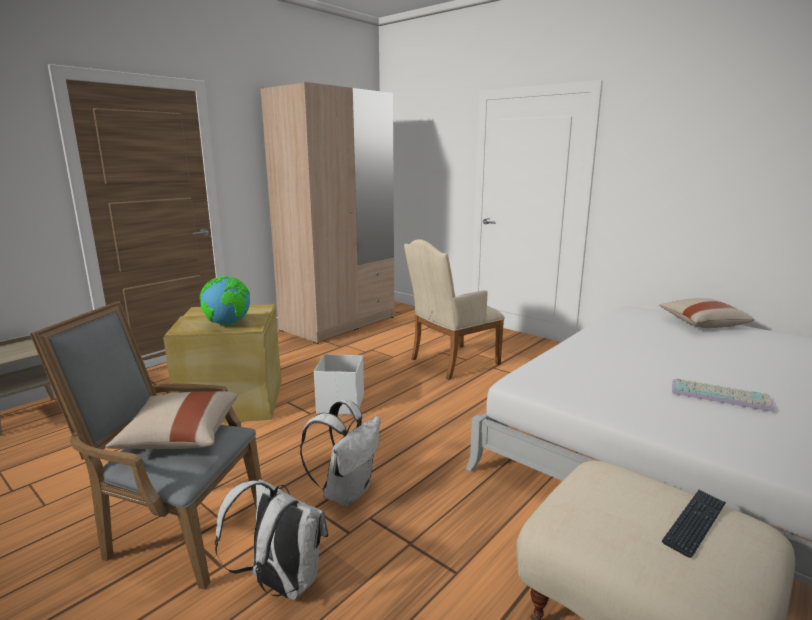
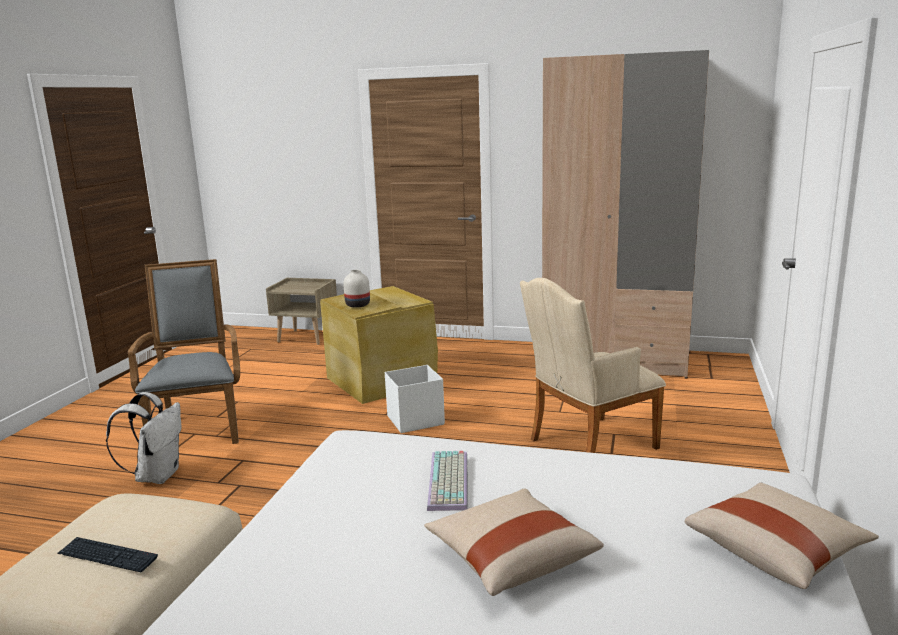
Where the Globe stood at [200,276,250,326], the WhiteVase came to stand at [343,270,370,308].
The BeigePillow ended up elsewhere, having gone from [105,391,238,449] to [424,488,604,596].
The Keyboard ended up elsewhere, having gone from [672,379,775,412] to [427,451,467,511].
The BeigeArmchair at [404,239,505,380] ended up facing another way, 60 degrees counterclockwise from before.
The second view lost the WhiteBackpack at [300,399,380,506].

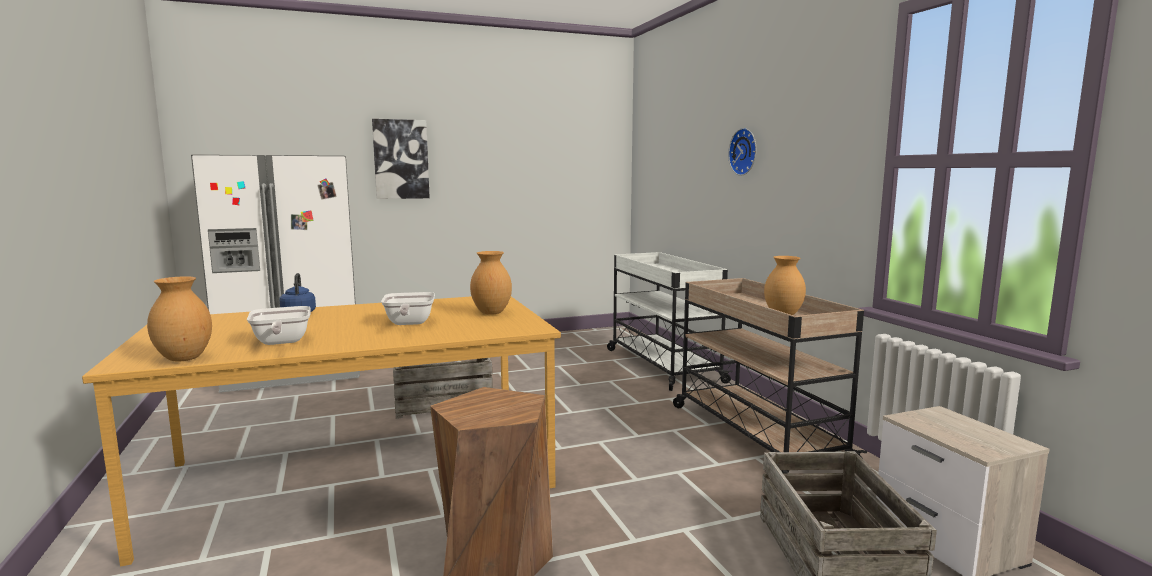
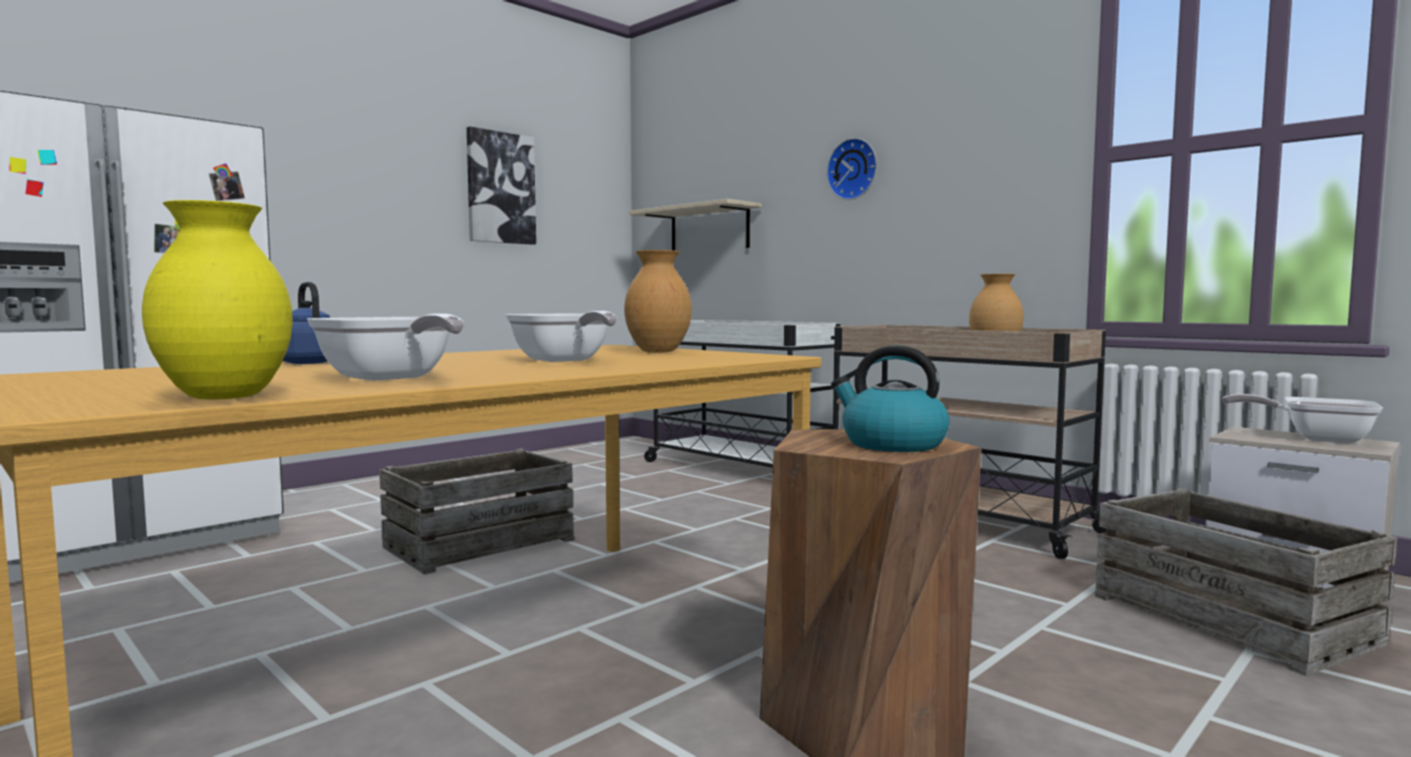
What was the BrownVase at [147,276,212,362] turned into the YellowVase at [142,200,293,399].
The Picture ended up elsewhere, having gone from [372,119,430,199] to [467,127,536,245].
The second view gained the BeigeShelf at [628,199,762,251].
The second view gained the Kettle at [831,346,950,452].
The second view gained the FryingPan at [1223,394,1383,443].

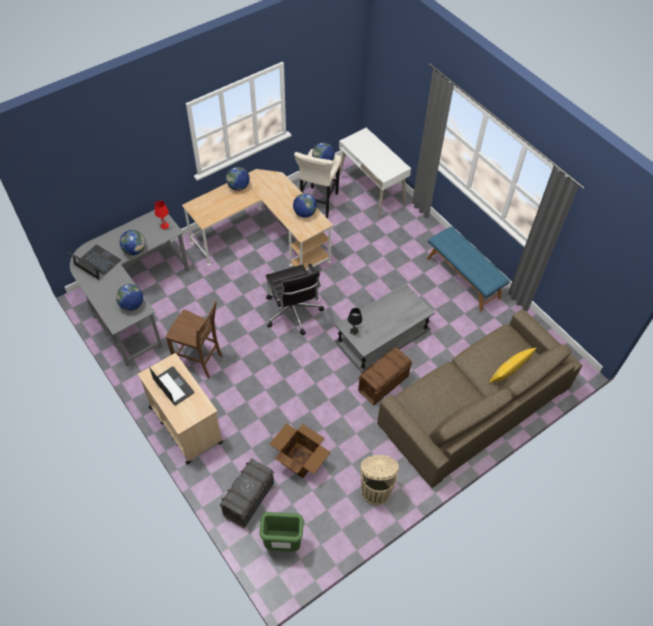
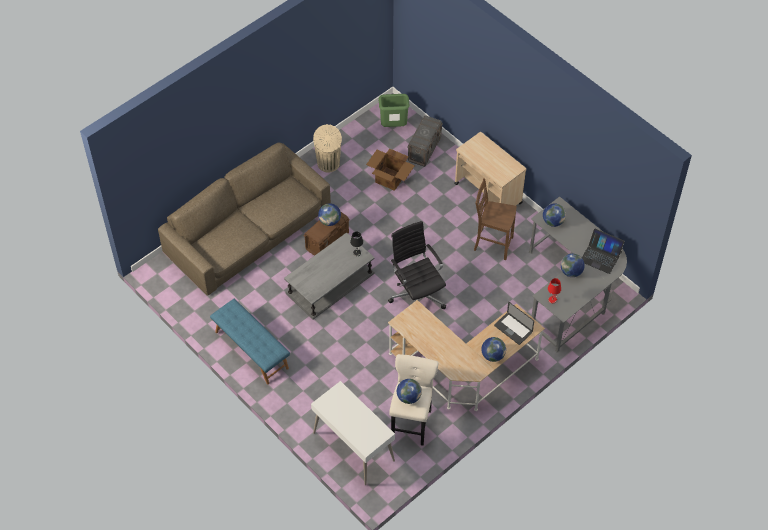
The Globe ended up elsewhere, having gone from [293,193,317,218] to [318,203,341,226].
The Laptop ended up elsewhere, having gone from [149,366,194,405] to [494,302,534,345].
The second view lost the YellowPillow at [489,348,536,383].

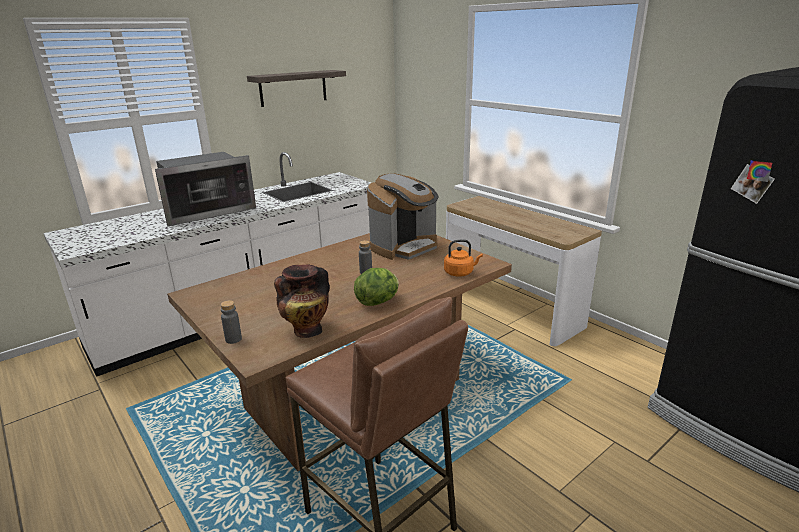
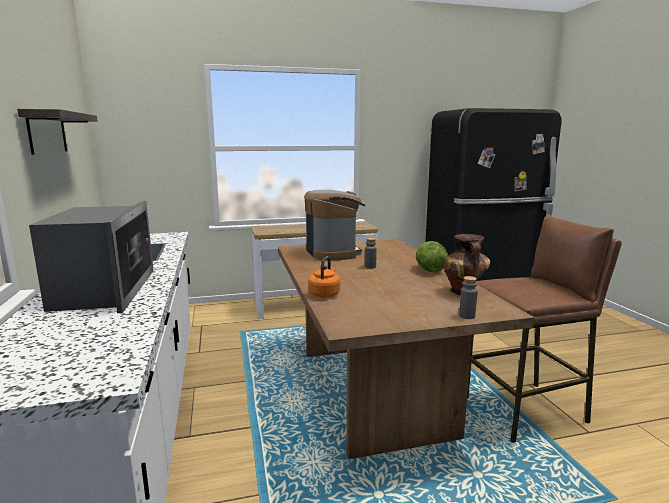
The OrangeKettle ended up elsewhere, having gone from [444,240,483,277] to [308,256,340,297].

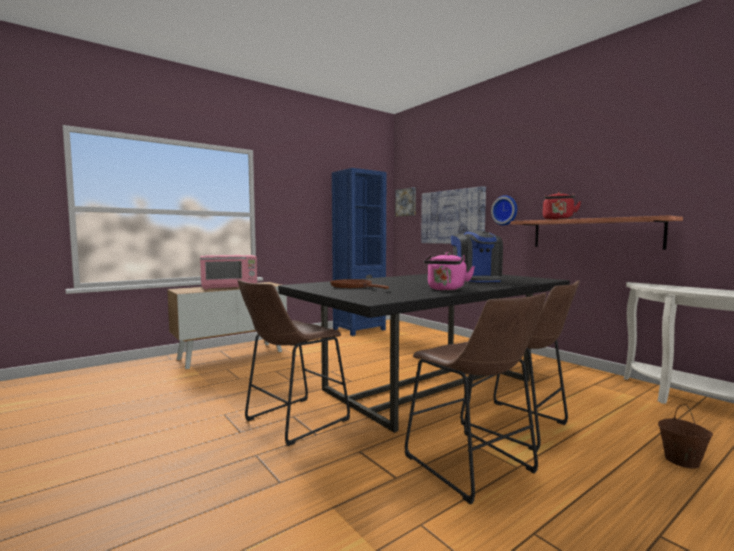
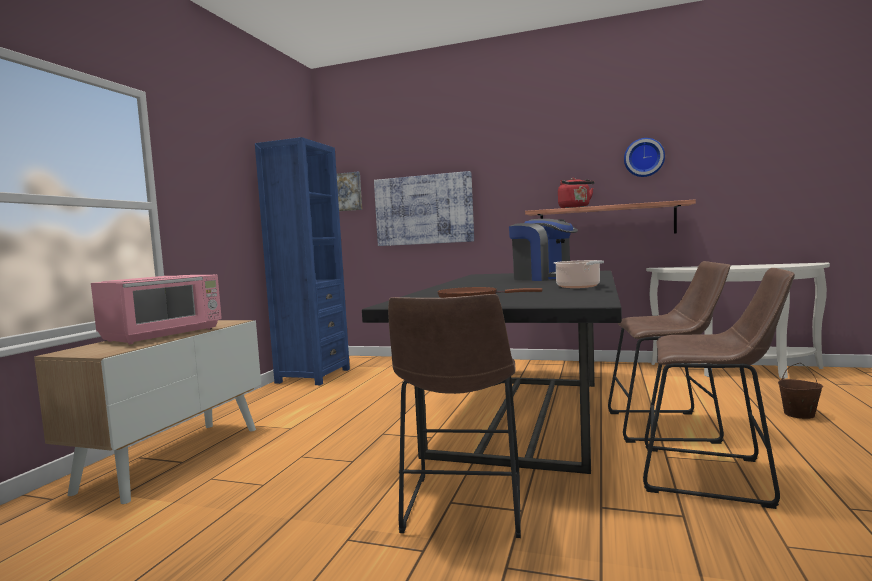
Where the PinkKettle stood at [424,252,475,291], the CookingPot came to stand at [554,260,604,288].
The WallClock ended up elsewhere, having gone from [491,195,517,225] to [624,138,665,177].

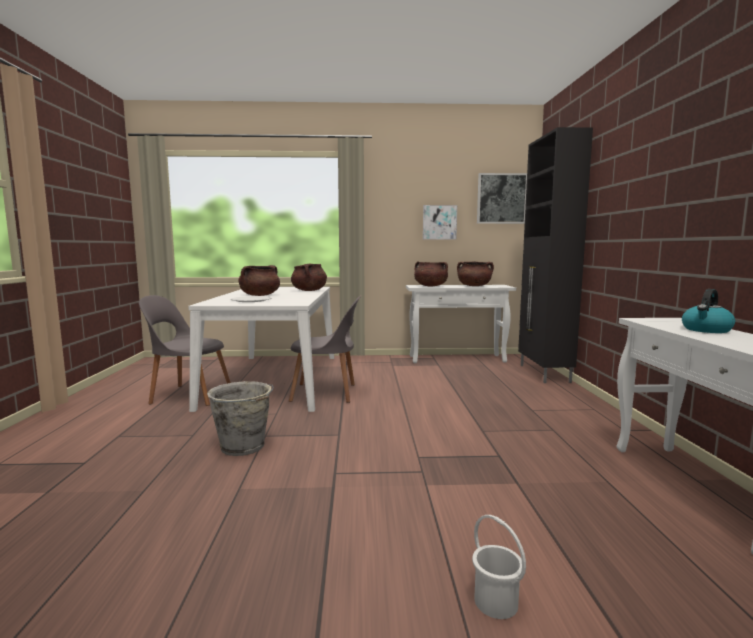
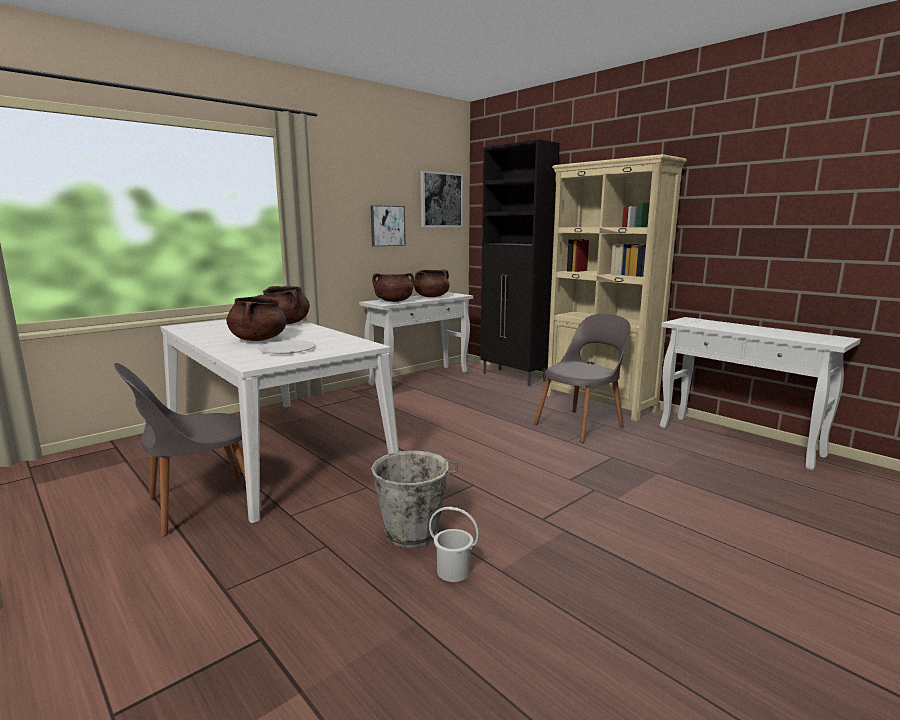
The WhiteBucket ended up elsewhere, having gone from [472,515,526,619] to [429,507,479,582].
The GreyChair ended up elsewhere, having gone from [289,295,361,403] to [534,314,631,443].
The second view gained the BeigeBookcase at [547,154,687,421].
The second view lost the Kettle at [682,289,735,333].

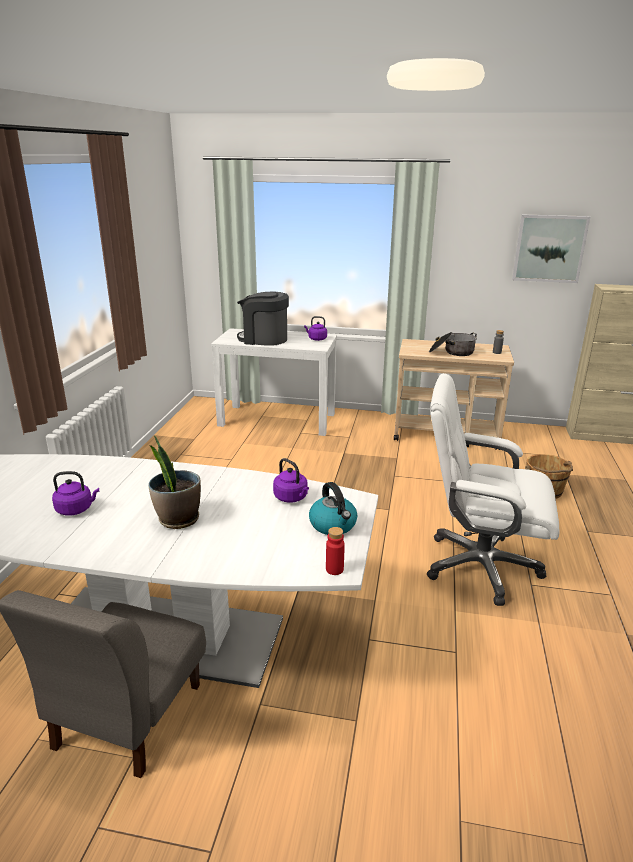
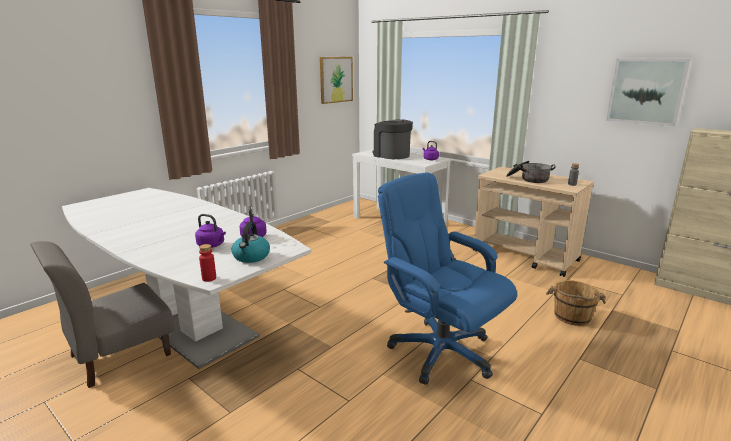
The PurpleKettle ended up elsewhere, having gone from [52,471,99,516] to [195,214,226,248].
The second view gained the Picture at [320,57,353,104].
What was the WhiteOfficeChair at [427,373,560,606] turned into the BlueOfficeChair at [378,172,517,385].
The second view lost the PottedPlant at [148,436,201,529].

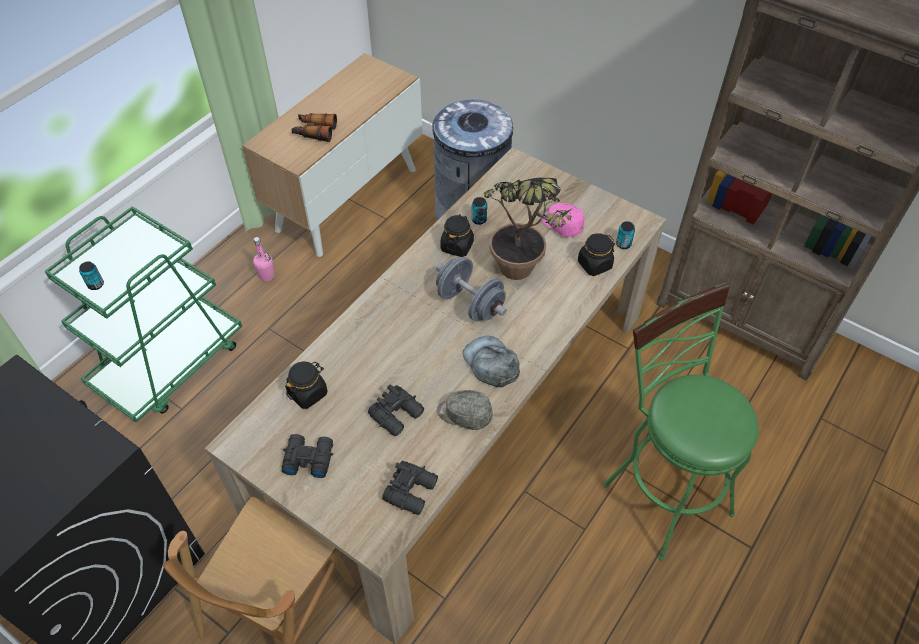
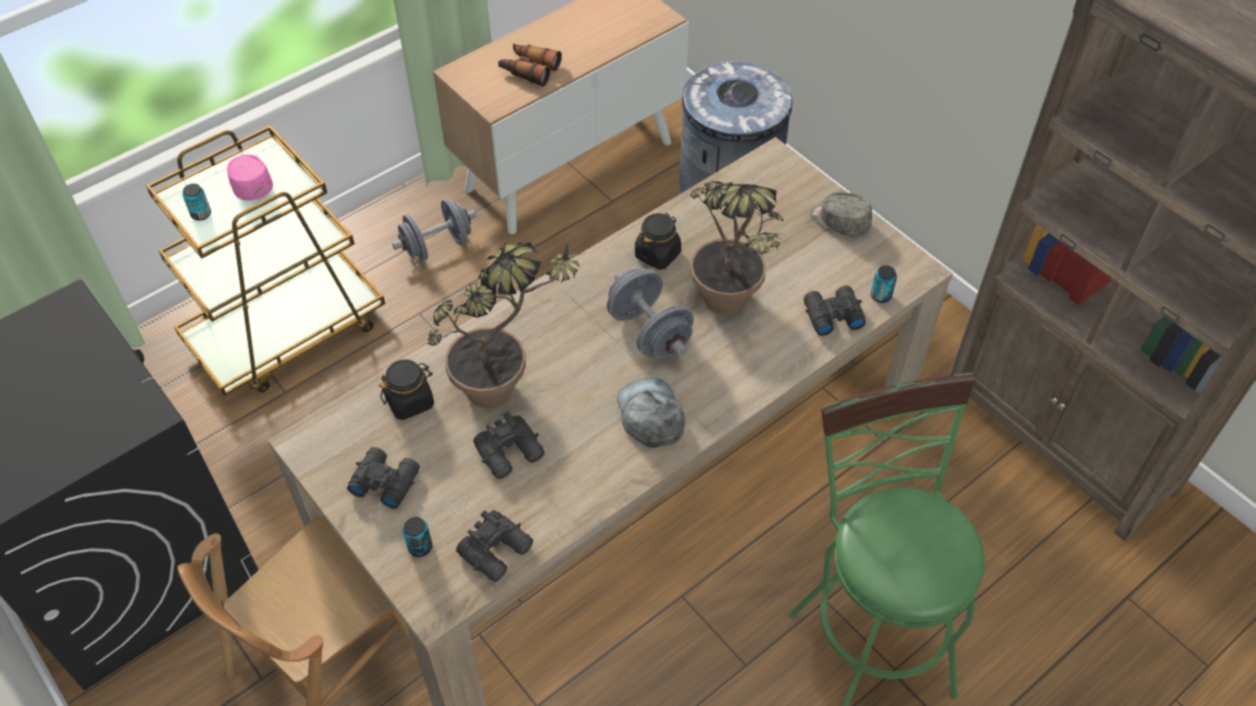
What was the GreenCart at [45,206,242,423] turned into the BrownCart at [146,125,385,396].
The PinkCap ended up elsewhere, having gone from [542,203,585,237] to [227,154,273,201].
Where the PinkBottle stood at [253,237,275,281], the GreyDumbbell came to stand at [392,199,476,261].
The Can ended up elsewhere, having gone from [472,197,487,225] to [403,517,432,557].
The second view gained the PottedPlant at [427,242,590,408].
Where the BlackJar stood at [578,233,615,276], the BlackBinoculars came to stand at [804,286,866,336].
The GreyCap ended up elsewhere, having gone from [437,390,493,430] to [810,192,872,237].

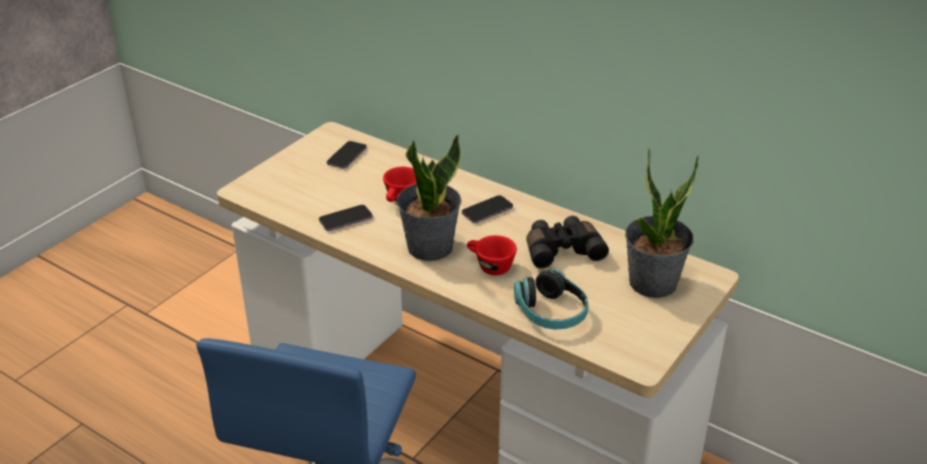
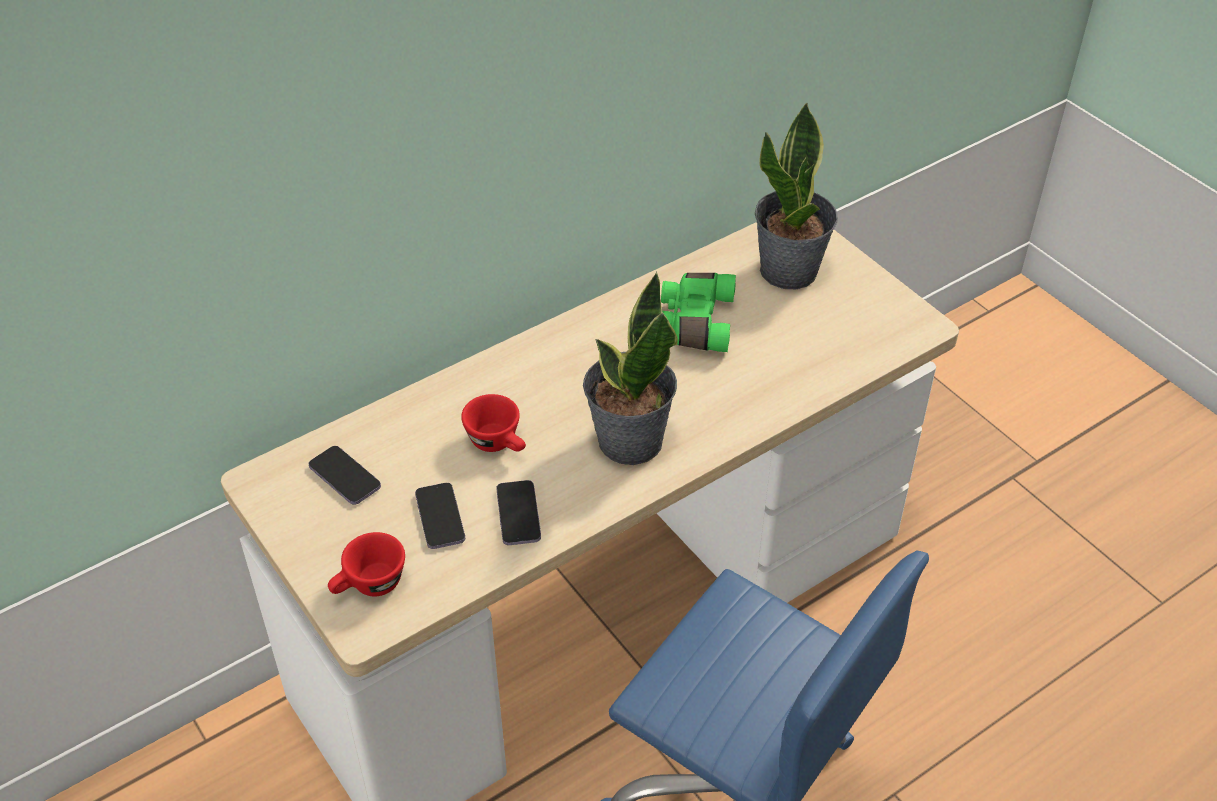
The RedCup ended up elsewhere, having gone from [467,235,517,275] to [328,532,405,596].
The Phone ended up elsewhere, having gone from [462,195,513,223] to [415,483,465,549].
What was the BlackBinoculars at [526,216,609,269] turned into the GreenBinoculars at [661,273,736,352].
The second view lost the Headphones at [514,268,589,330].

